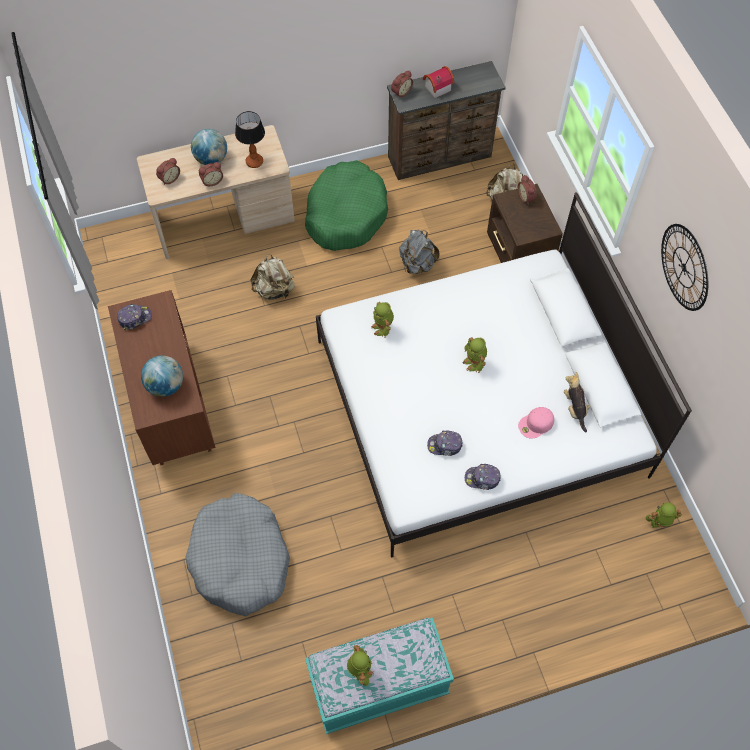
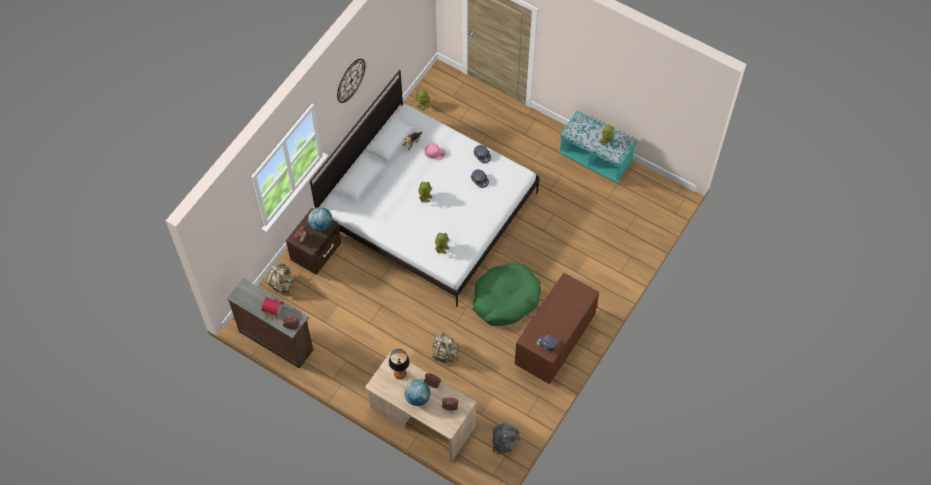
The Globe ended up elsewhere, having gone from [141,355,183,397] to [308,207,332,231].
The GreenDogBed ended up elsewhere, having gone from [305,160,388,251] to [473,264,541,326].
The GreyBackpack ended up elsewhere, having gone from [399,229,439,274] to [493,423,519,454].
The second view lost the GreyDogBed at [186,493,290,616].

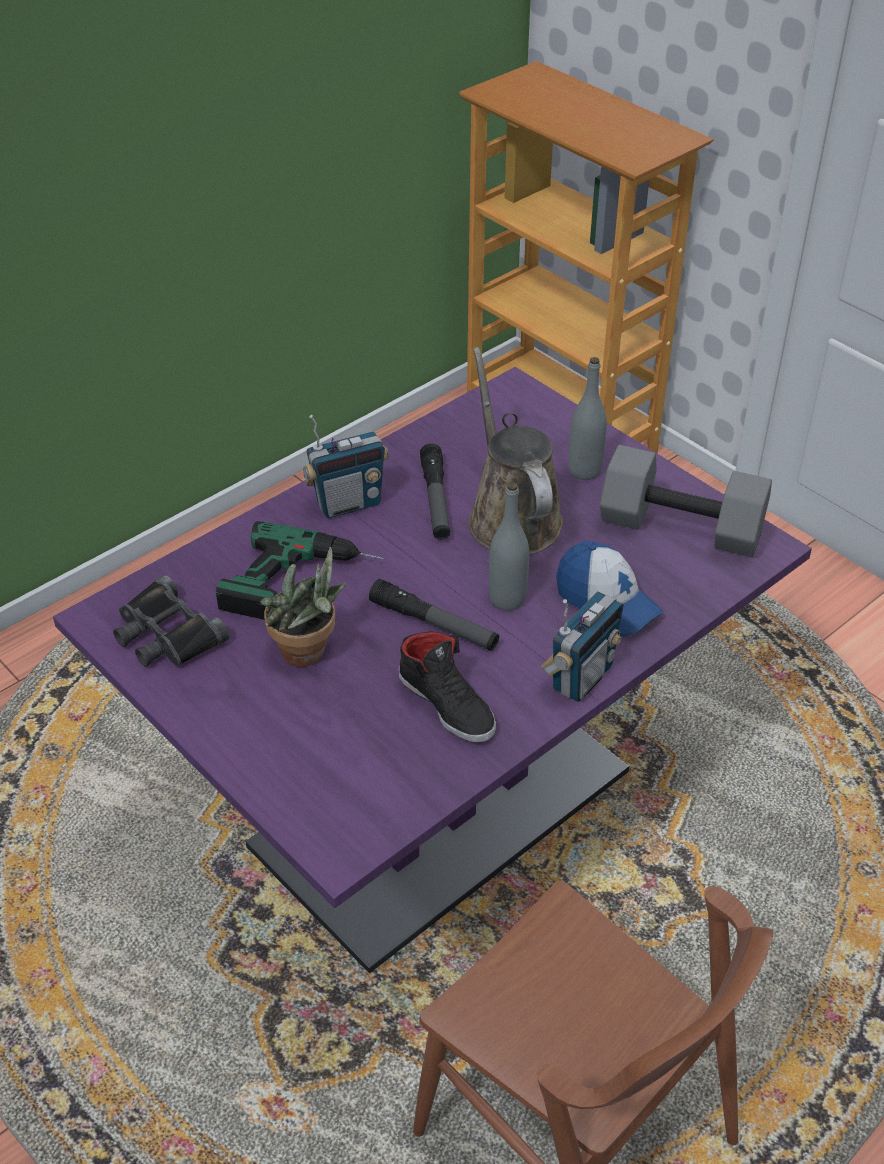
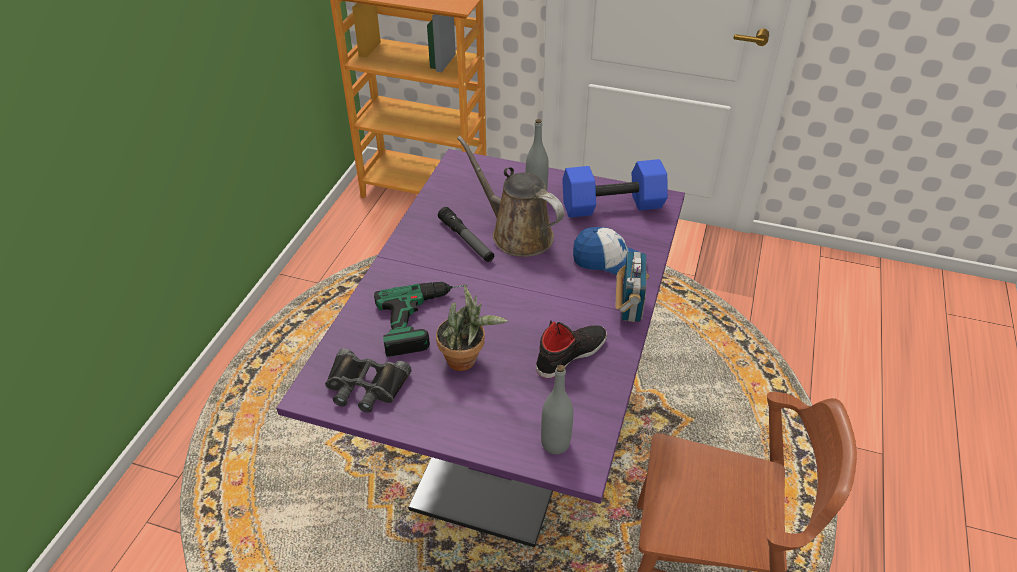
The BlackShoe at [399,631,496,743] ended up facing another way, 60 degrees counterclockwise from before.
The GreyBottle ended up elsewhere, having gone from [489,482,529,611] to [541,365,573,454].
What was the GreyDumbbell at [600,445,772,557] turned into the BlueDumbbell at [562,159,668,218].
The second view lost the Radio at [303,415,389,518].
The second view lost the Flashlight at [369,579,499,651].

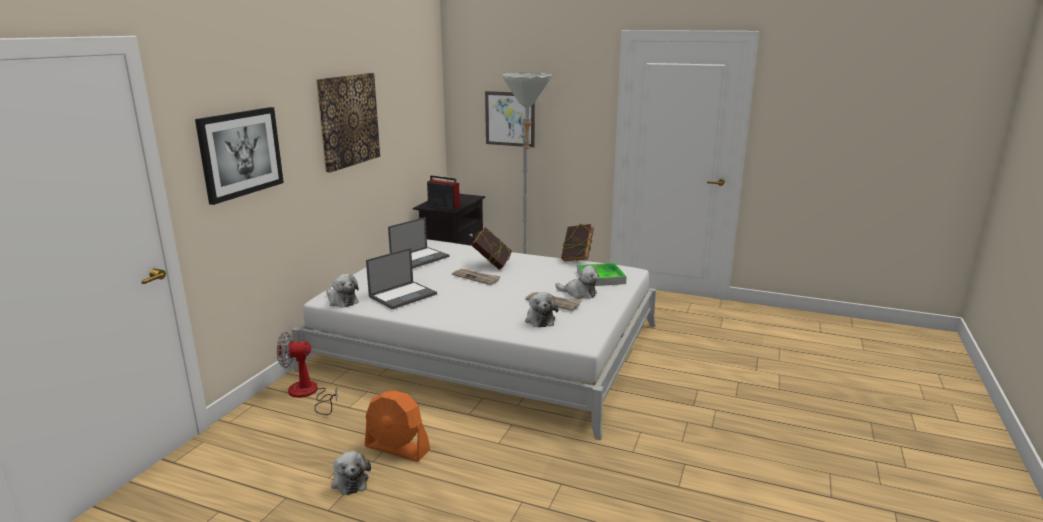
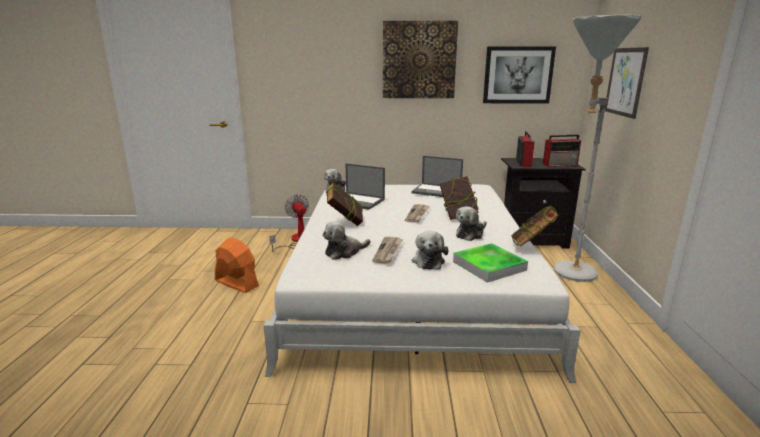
The OrangeFan at [365,391,430,462] ended up facing another way, 120 degrees clockwise from before.
The second view gained the Book at [326,182,363,226].
The PlushToy ended up elsewhere, having gone from [331,451,371,495] to [456,206,487,241].
The Picture ended up elsewhere, having gone from [195,107,284,205] to [483,46,556,104].
The second view gained the Radio at [543,134,581,167].

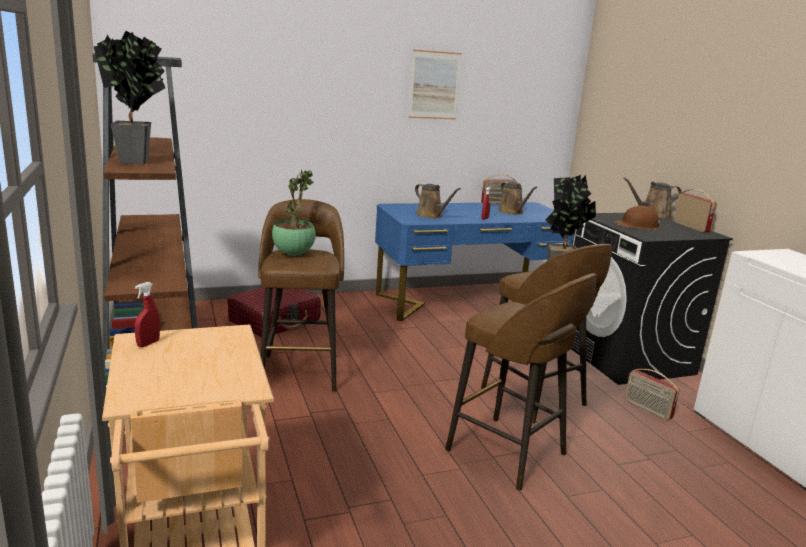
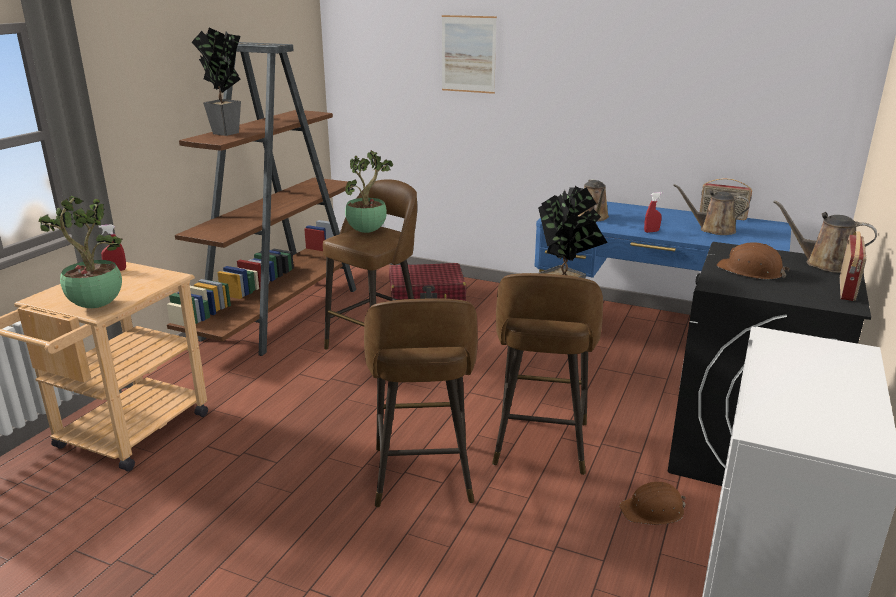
The second view gained the PottedPlant at [39,196,122,308].
The Picture ended up elsewhere, having gone from [408,50,462,120] to [442,15,497,94].
Where the Radio stood at [625,369,680,421], the BrownHardHat came to stand at [619,482,685,525].
The BrownWateringCan at [498,182,537,215] ended up facing another way, 90 degrees clockwise from before.

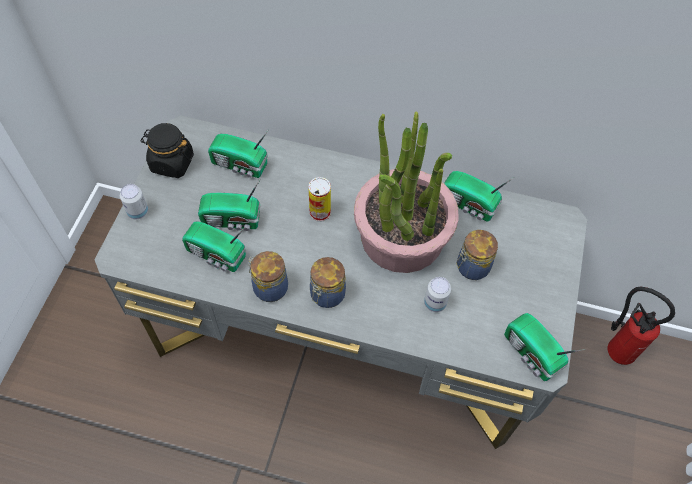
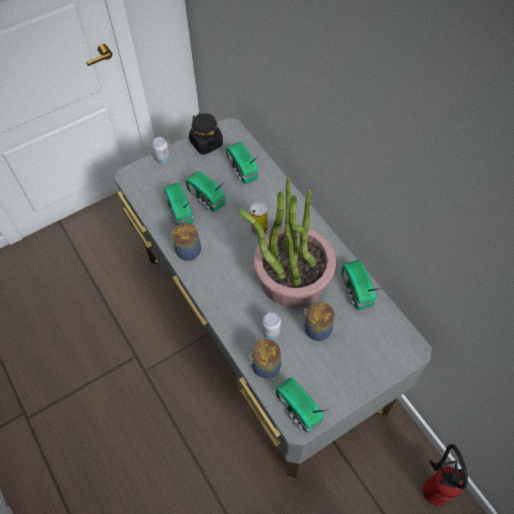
The Jar ended up elsewhere, having gone from [310,257,346,308] to [248,339,281,378].
The Radio at [504,313,585,381] ended up facing another way, 45 degrees counterclockwise from before.

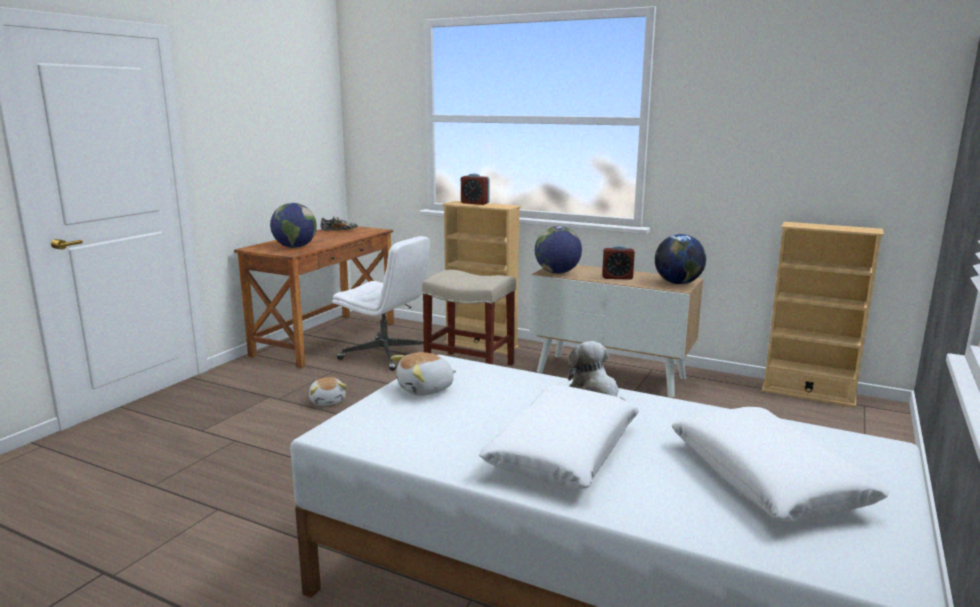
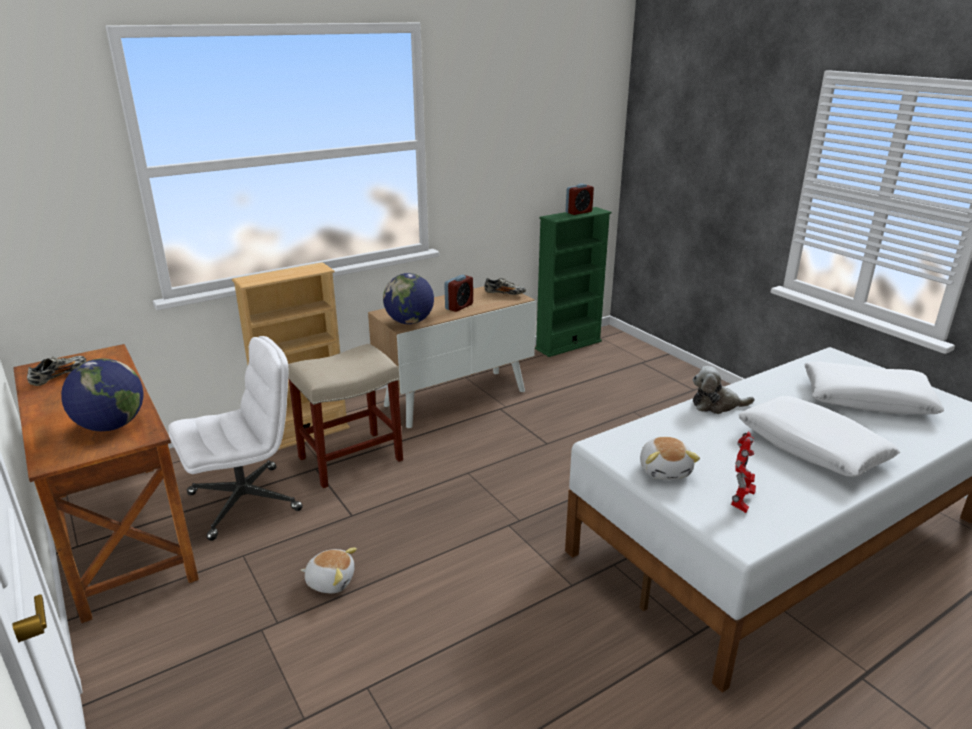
Where the Globe stood at [655,234,706,284], the Shoe came to stand at [484,278,526,295].
What was the BeigeBookcase at [761,222,884,408] turned into the GreenBookcase at [535,207,612,357].
The AlarmClock ended up elsewhere, having gone from [461,173,489,205] to [566,184,594,215].
The second view gained the ToyRobot at [731,432,756,513].

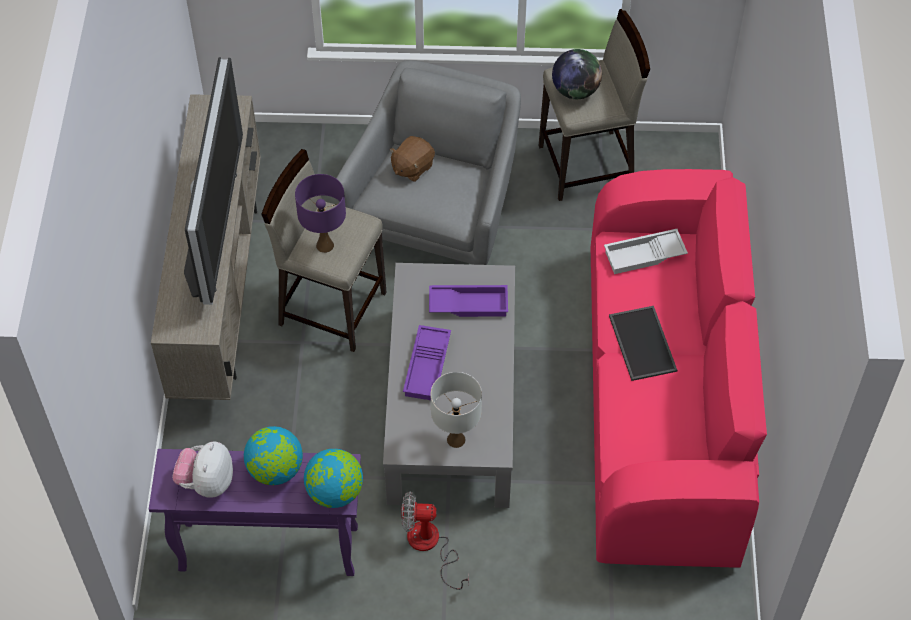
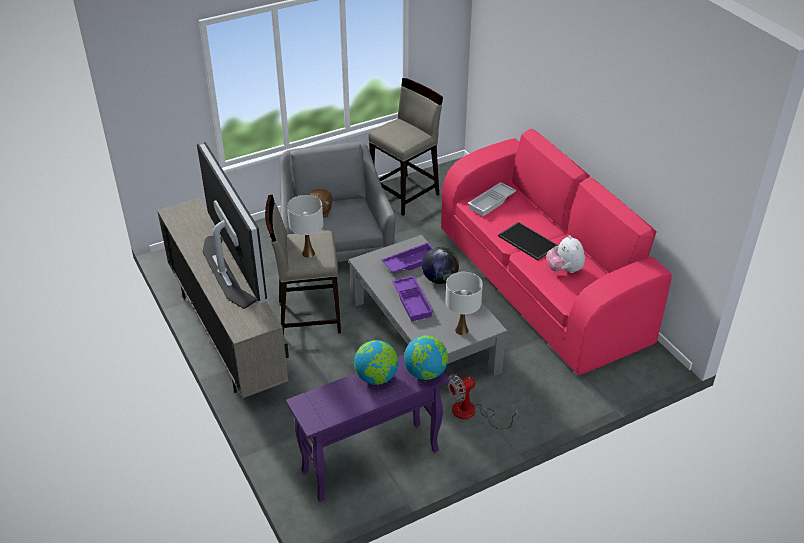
What was the PurpleTableLamp at [295,174,346,253] turned into the WhiteTableLamp at [287,195,323,258].
The Globe ended up elsewhere, having gone from [552,49,602,99] to [422,247,459,284].
The PlushToy ended up elsewhere, having gone from [172,442,233,498] to [546,235,585,273].

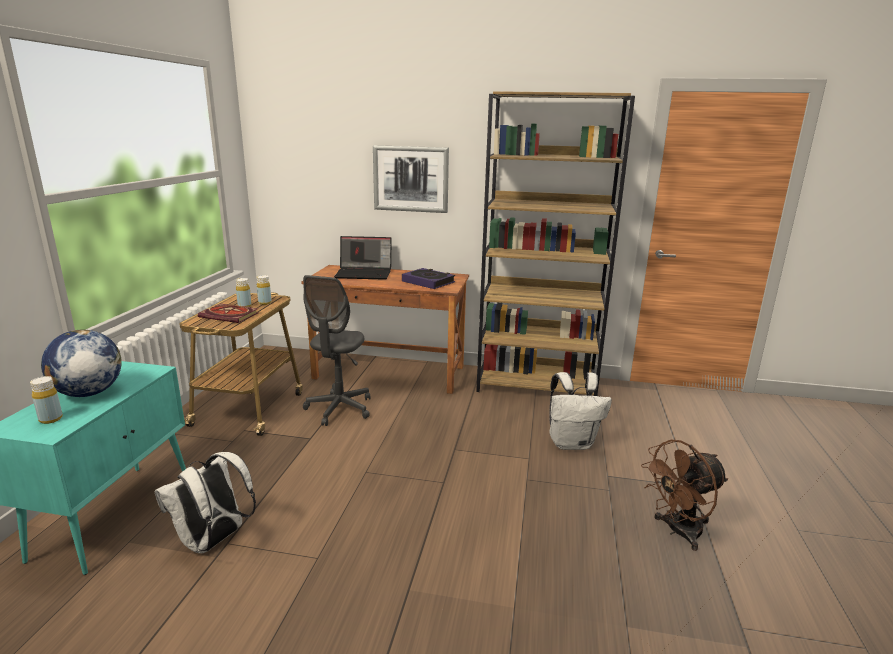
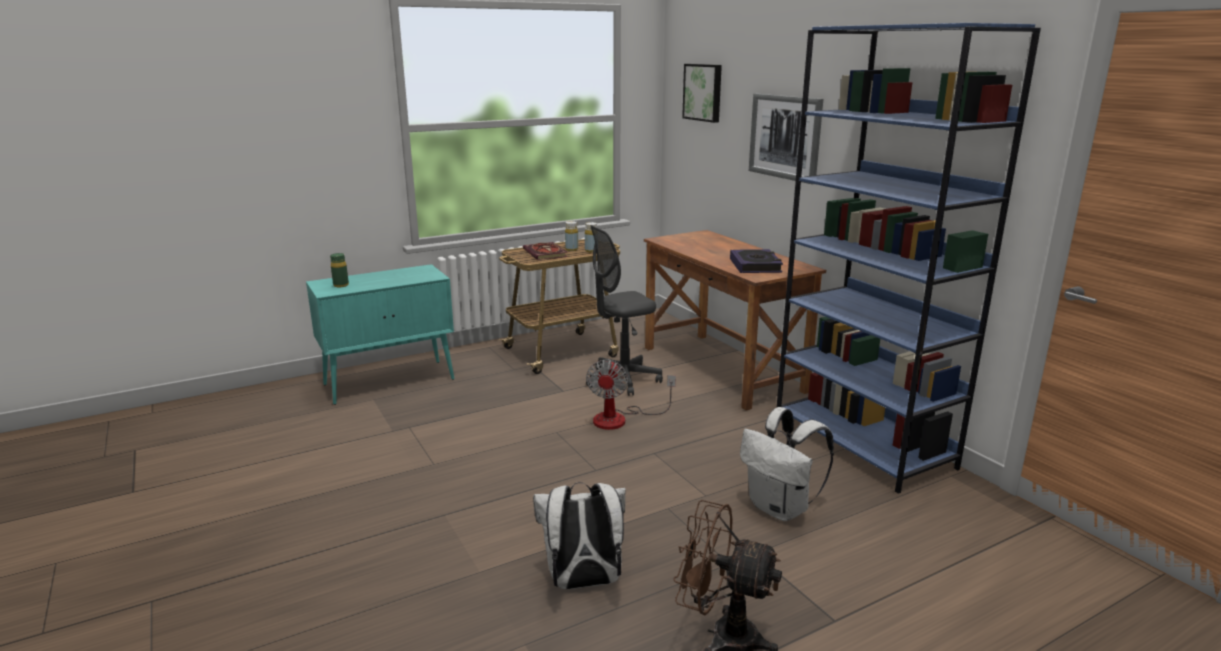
What was the YellowBottle at [30,376,63,424] turned into the GreenBottle at [330,253,349,287].
The WhiteBackpack ended up elsewhere, having gone from [155,452,256,554] to [533,482,626,589].
The second view gained the Fan at [586,359,676,430].
The second view gained the Picture at [682,64,722,123].
What was the BrownBookcase at [476,91,635,396] turned into the BlueBookcase at [777,23,1041,494].
The second view lost the Globe at [41,329,122,397].
The second view lost the Laptop at [334,236,392,280].

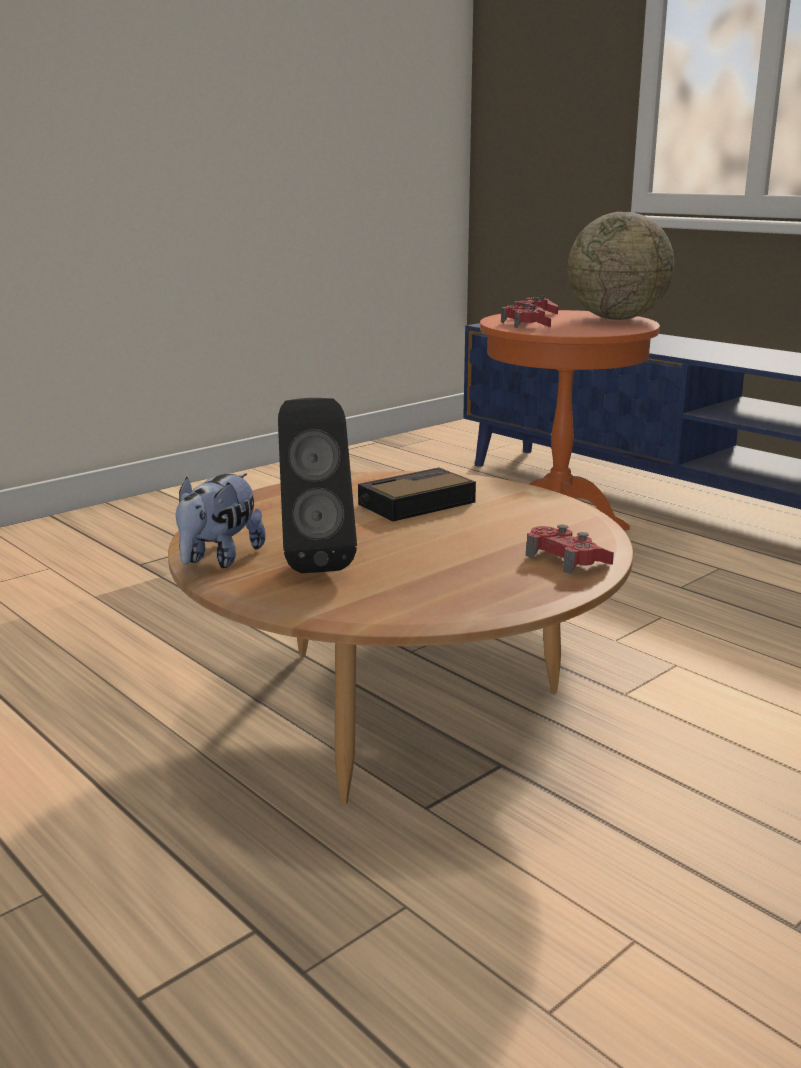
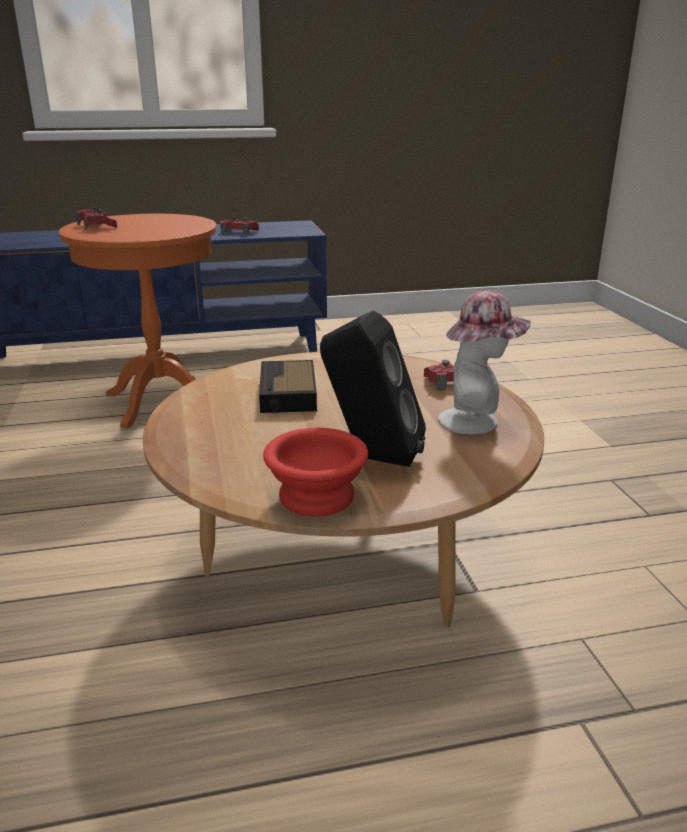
The RedGameController ended up elsewhere, having gone from [501,303,551,328] to [220,217,259,234].
Where the PlushToy stood at [176,473,266,568], the RedBowl came to stand at [263,428,368,516].
The second view gained the Hat at [438,290,531,434].
The second view lost the Globe at [568,212,674,320].

